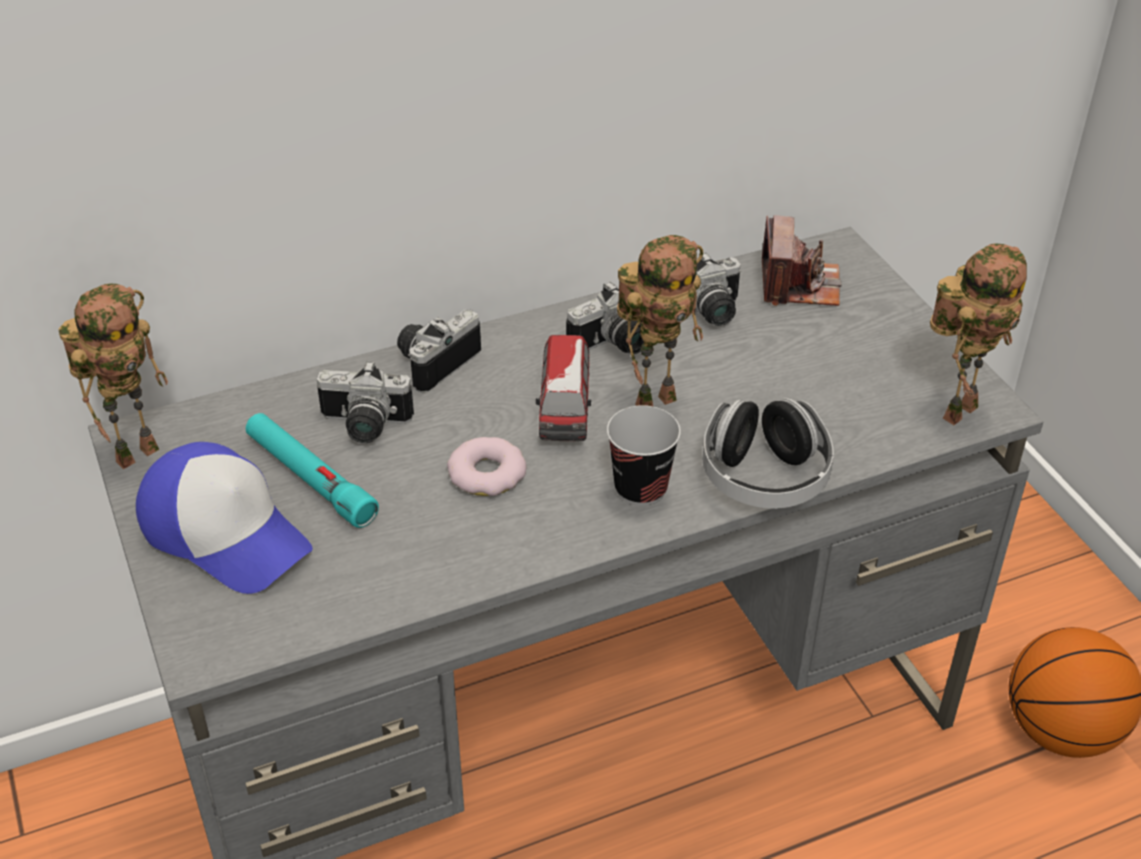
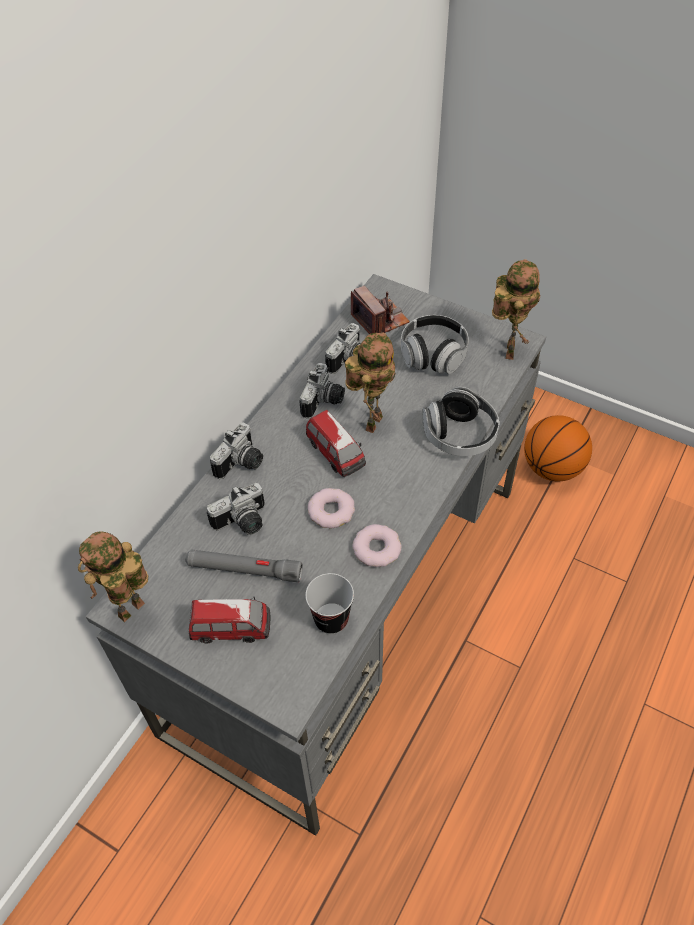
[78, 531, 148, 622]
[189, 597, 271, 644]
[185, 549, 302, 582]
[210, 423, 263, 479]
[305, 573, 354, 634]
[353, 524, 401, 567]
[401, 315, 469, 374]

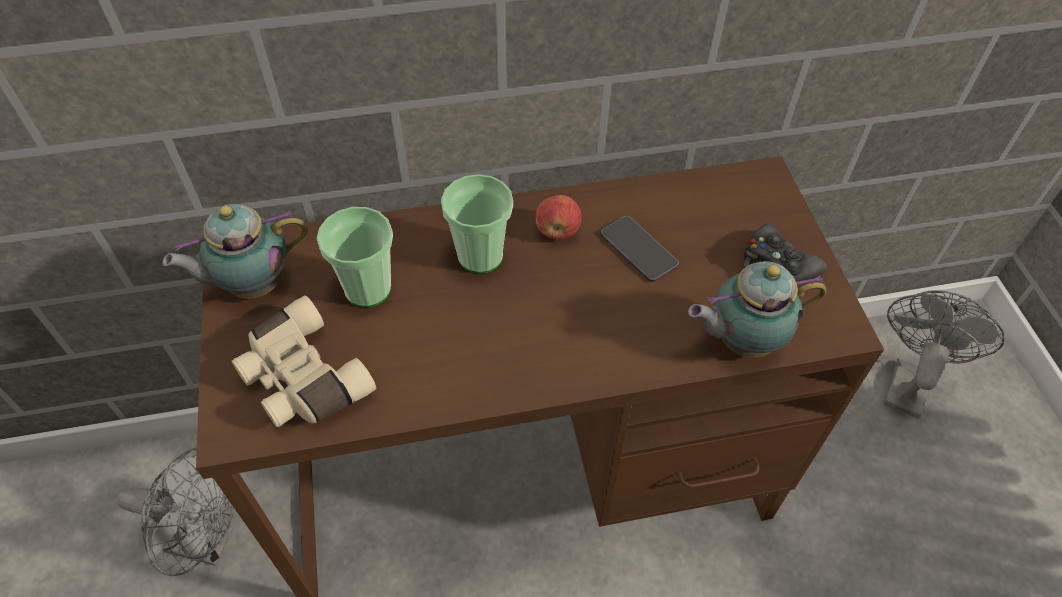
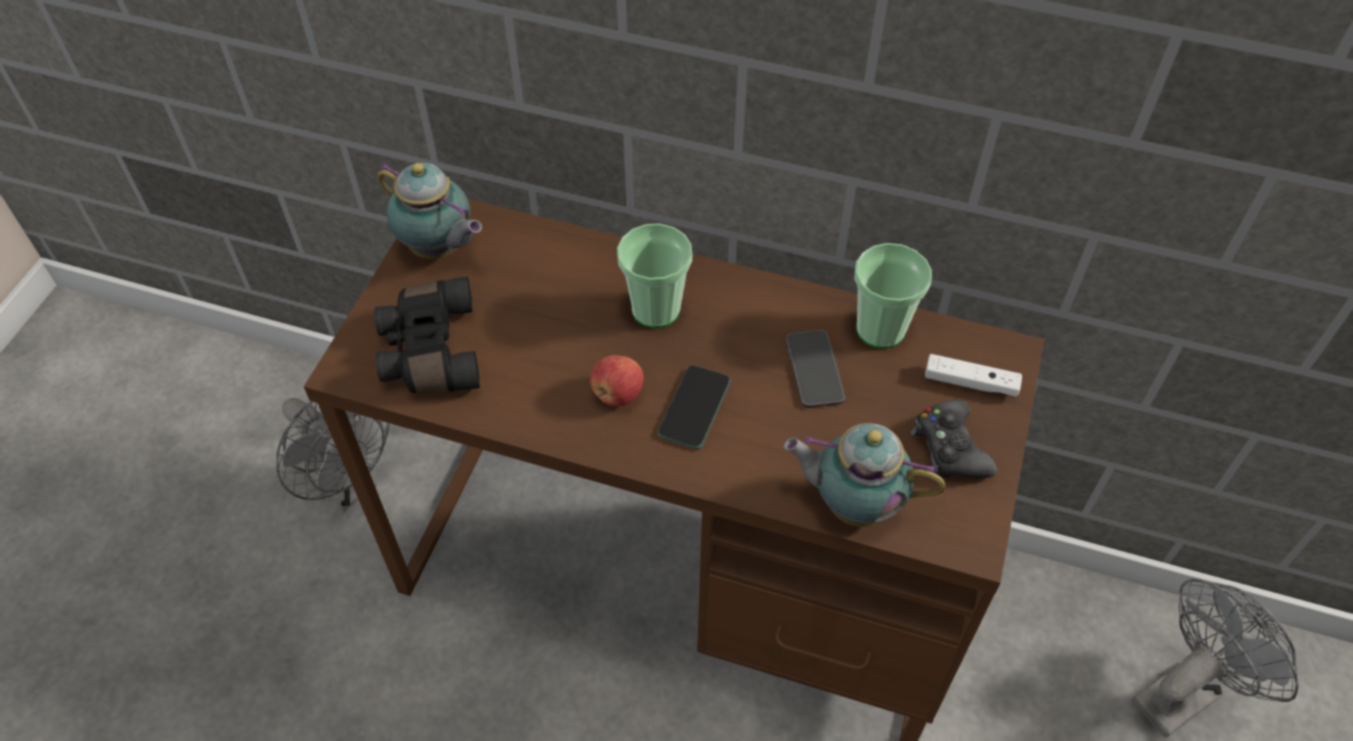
[378, 163, 482, 259]
[374, 277, 480, 393]
[854, 243, 932, 349]
[590, 355, 643, 406]
[658, 365, 731, 449]
[925, 354, 1022, 397]

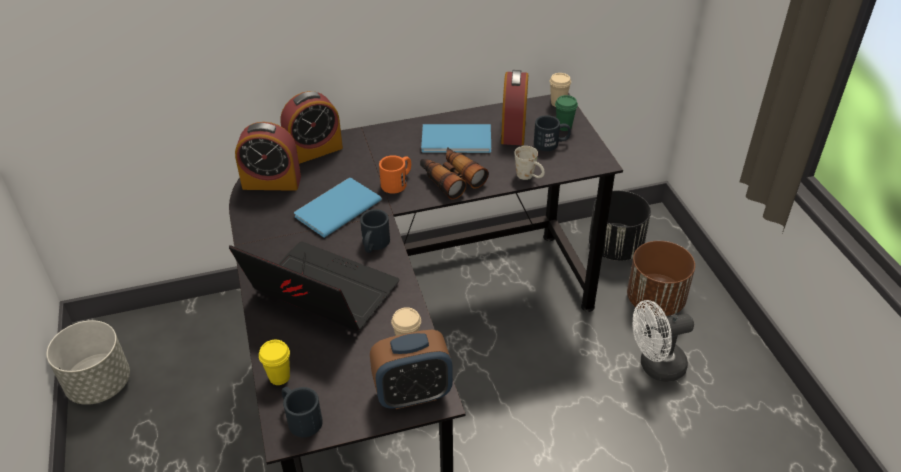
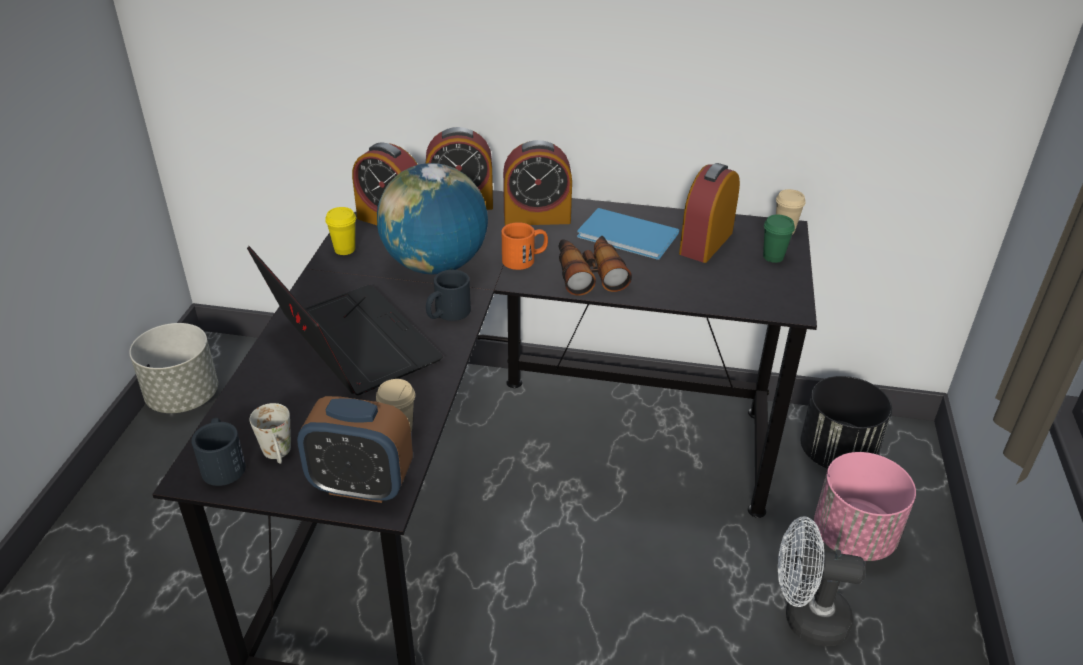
[325, 207, 356, 255]
[377, 163, 488, 274]
[250, 403, 291, 464]
[534, 115, 571, 151] (first image)
[814, 452, 916, 561]
[503, 140, 572, 225]

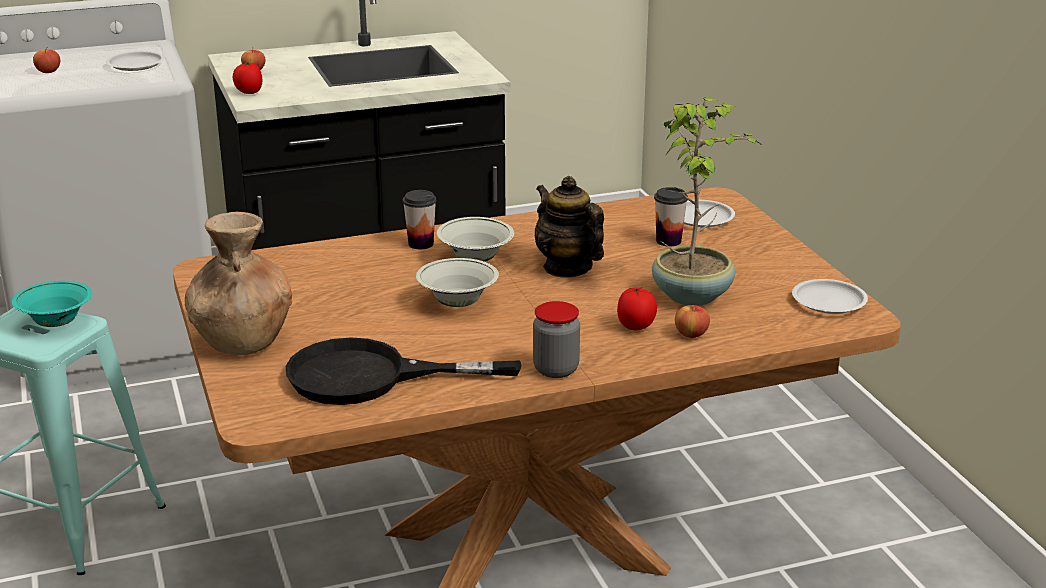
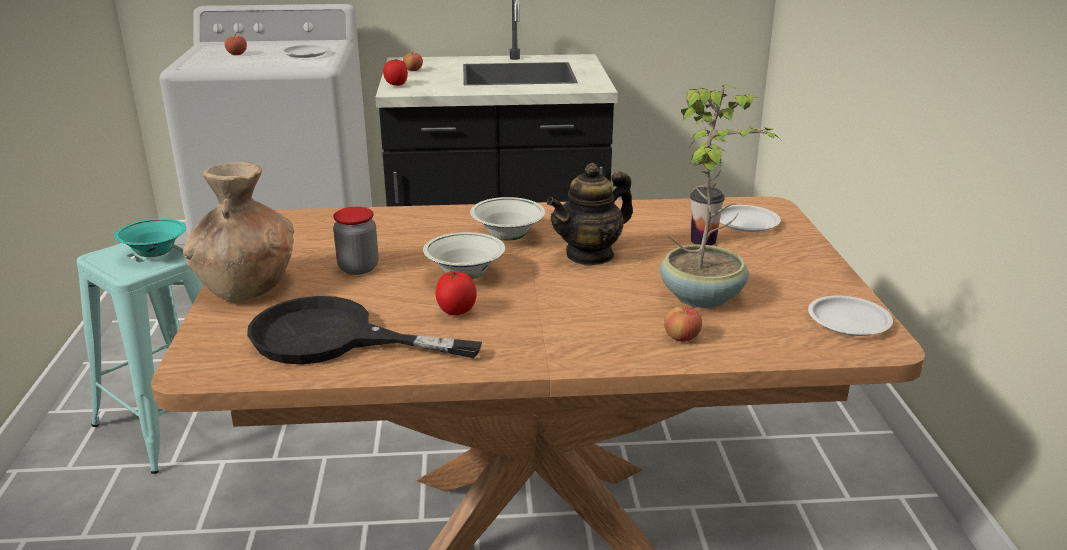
[403, 190, 436, 249] (first image)
[333, 207, 378, 275]
[547, 163, 633, 266]
[435, 271, 476, 315]

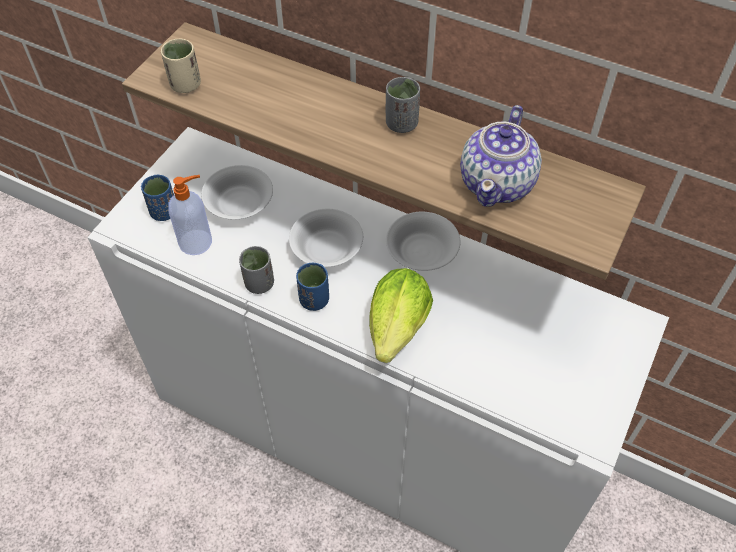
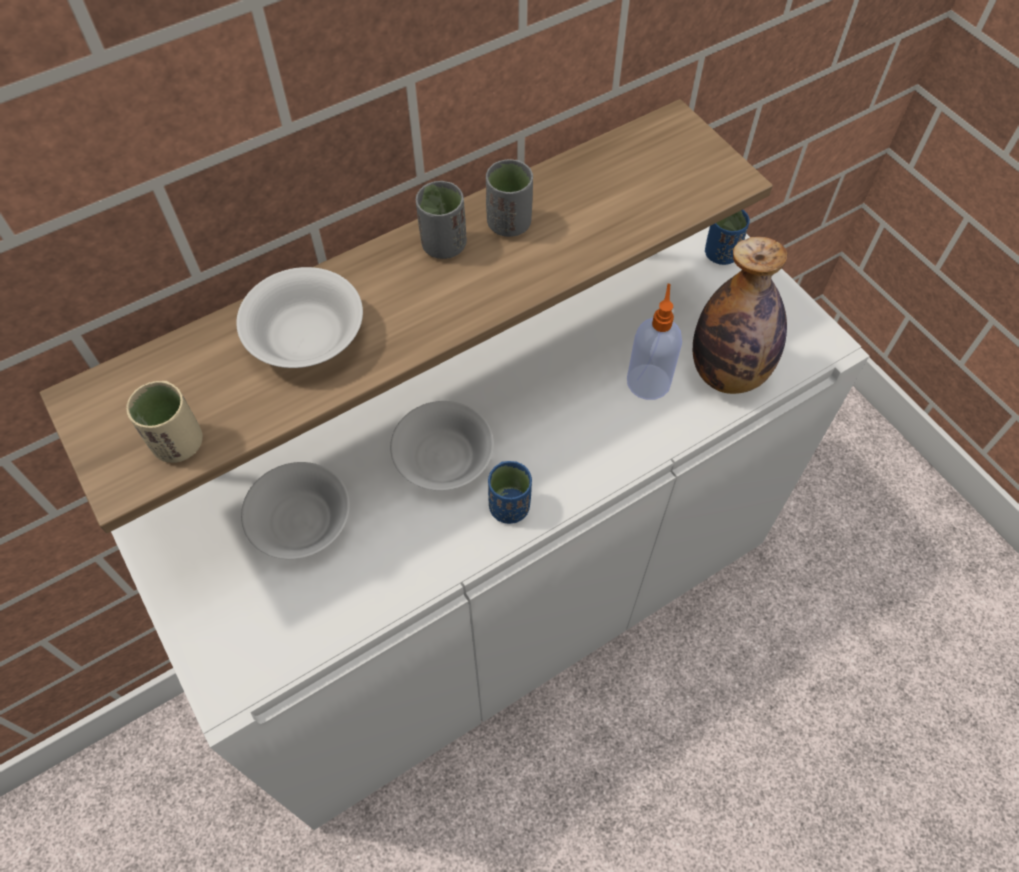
[705, 210, 750, 265]
[627, 284, 682, 400]
[486, 159, 533, 237]
[369, 268, 433, 363] (first image)
[236, 267, 363, 368]
[460, 105, 542, 207] (first image)
[693, 237, 787, 394]

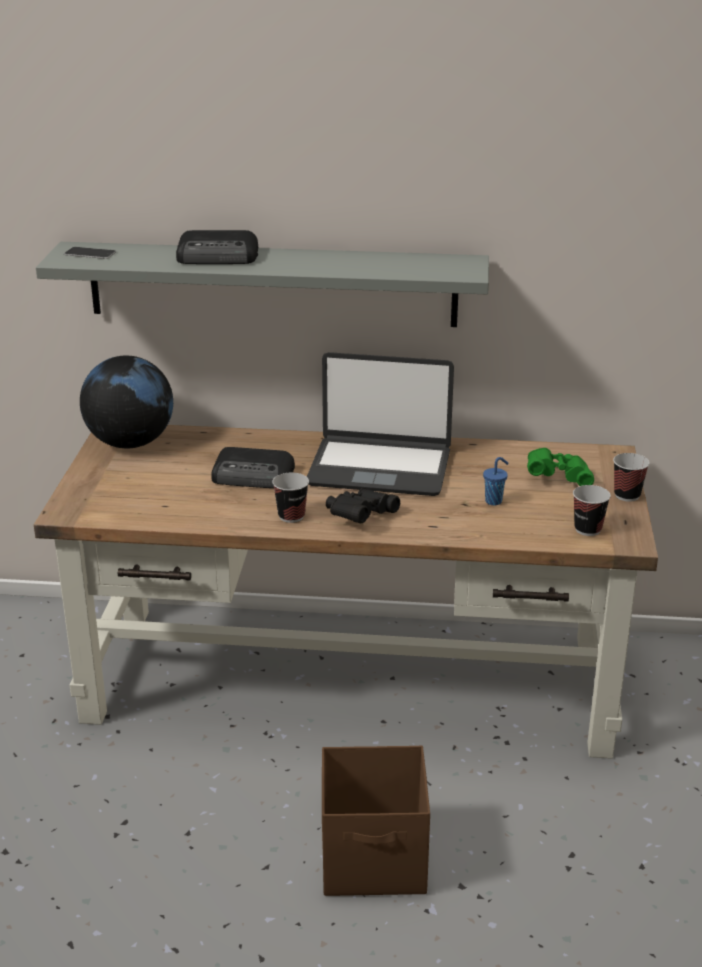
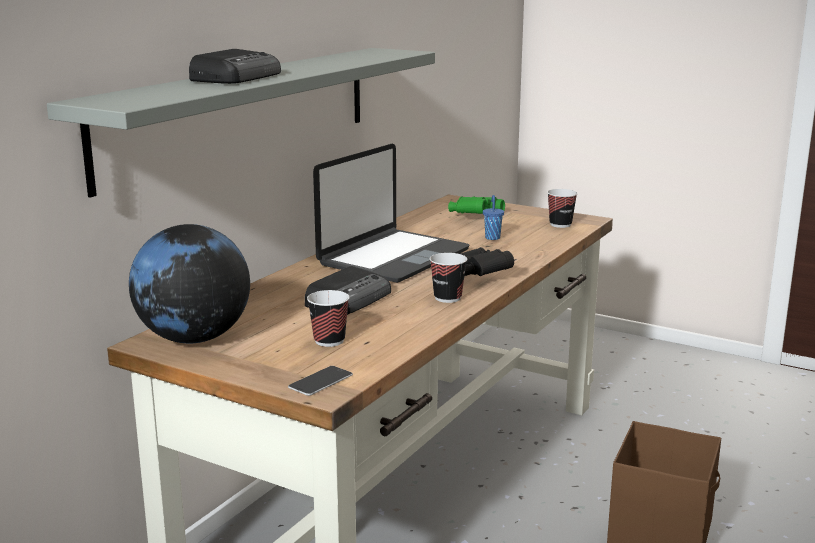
[288, 366, 353, 396]
[307, 290, 350, 347]

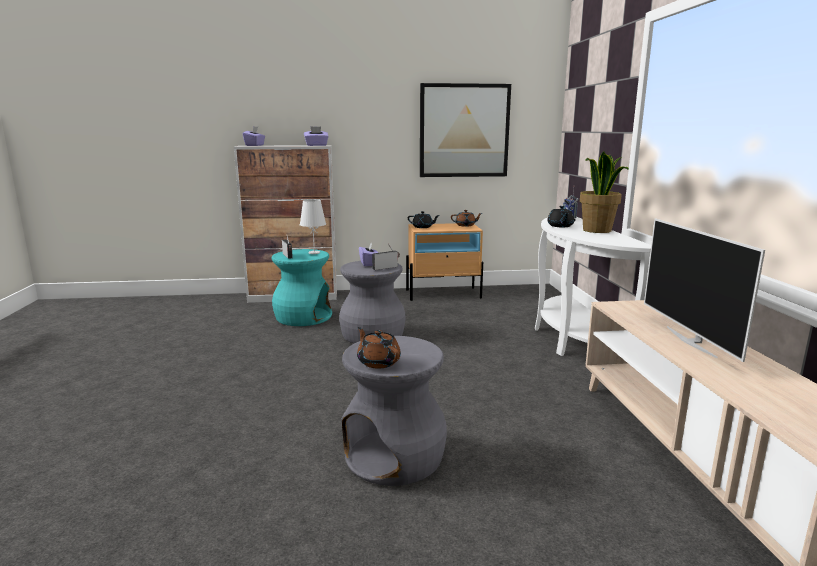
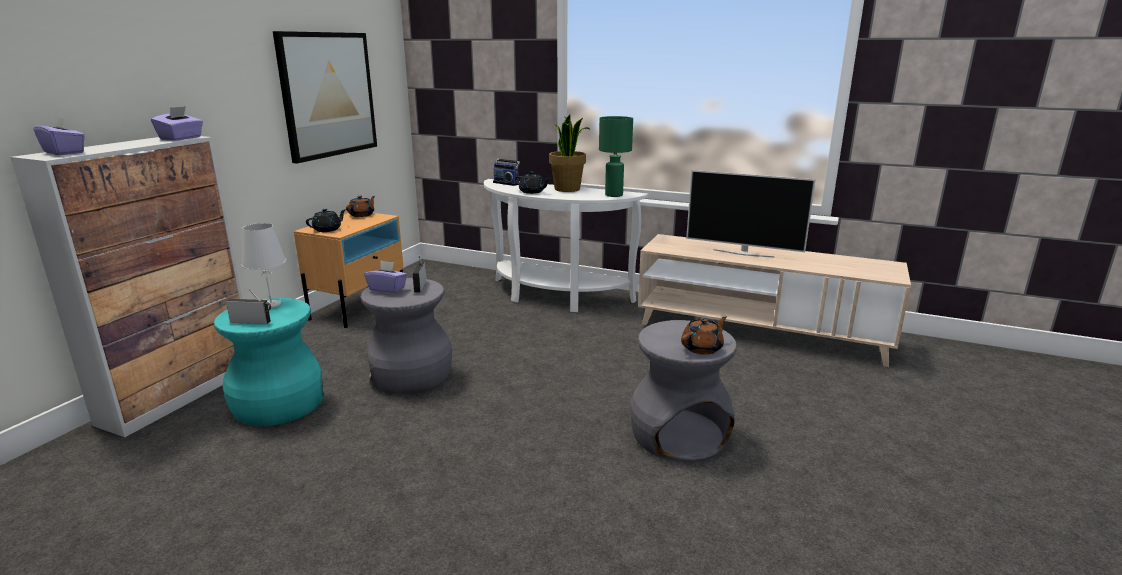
[681, 316, 727, 355]
[599, 116, 633, 197]

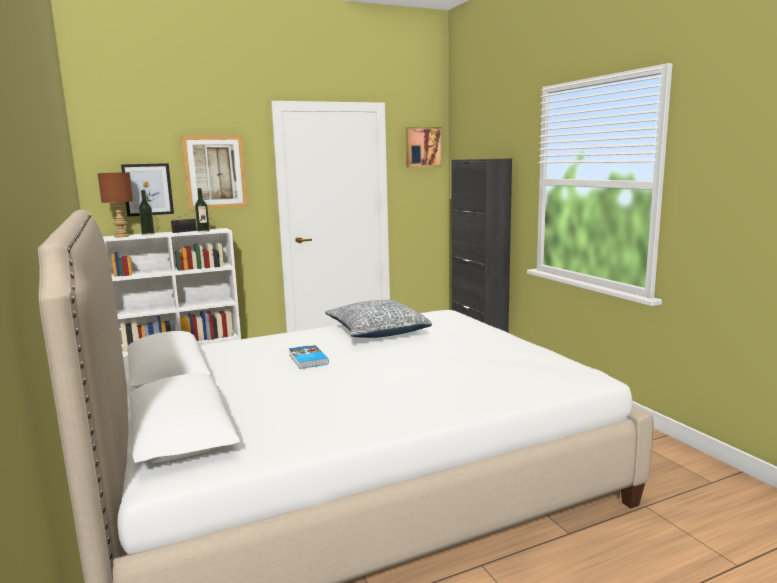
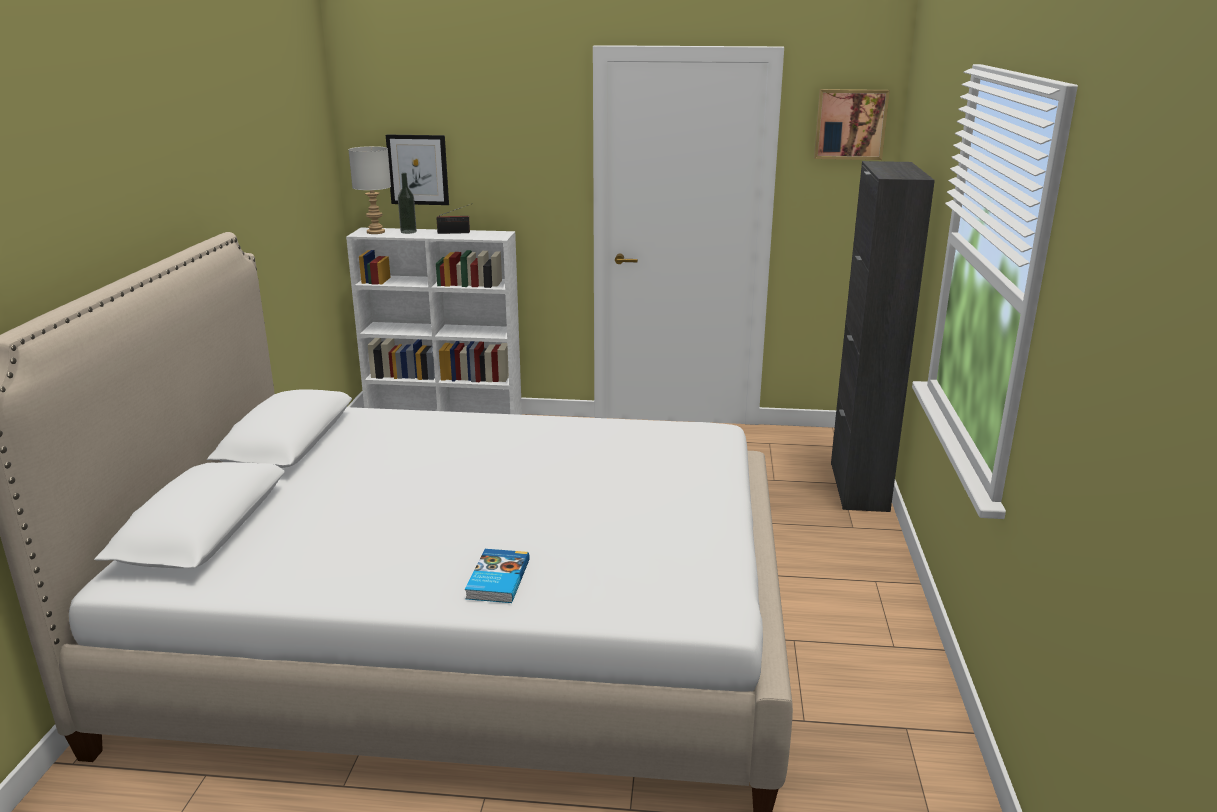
[348, 146, 391, 234]
[181, 135, 248, 210] (first image)
[195, 188, 210, 232] (first image)
[465, 549, 530, 603]
[325, 300, 432, 338] (first image)

